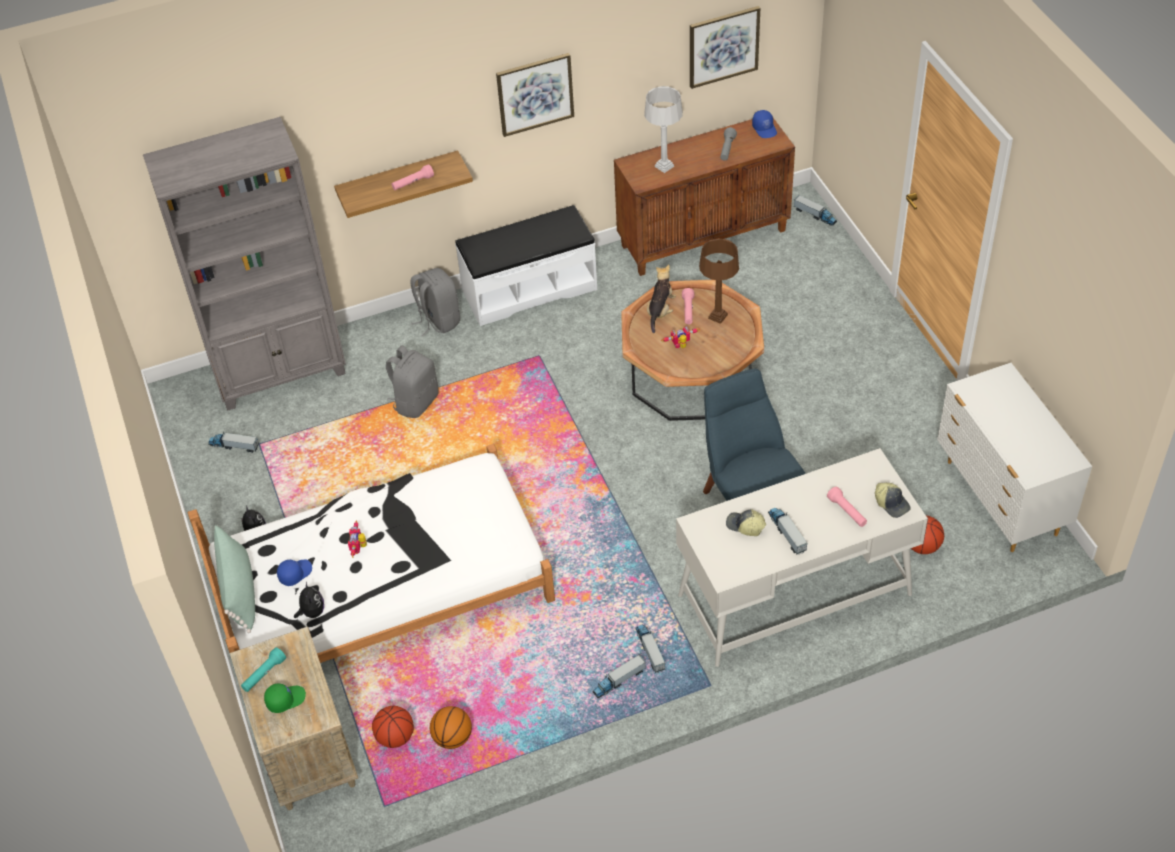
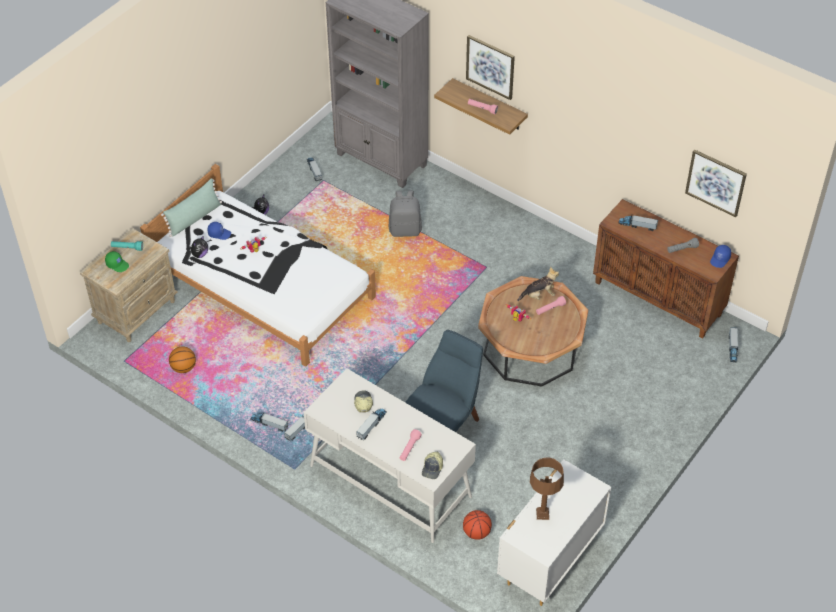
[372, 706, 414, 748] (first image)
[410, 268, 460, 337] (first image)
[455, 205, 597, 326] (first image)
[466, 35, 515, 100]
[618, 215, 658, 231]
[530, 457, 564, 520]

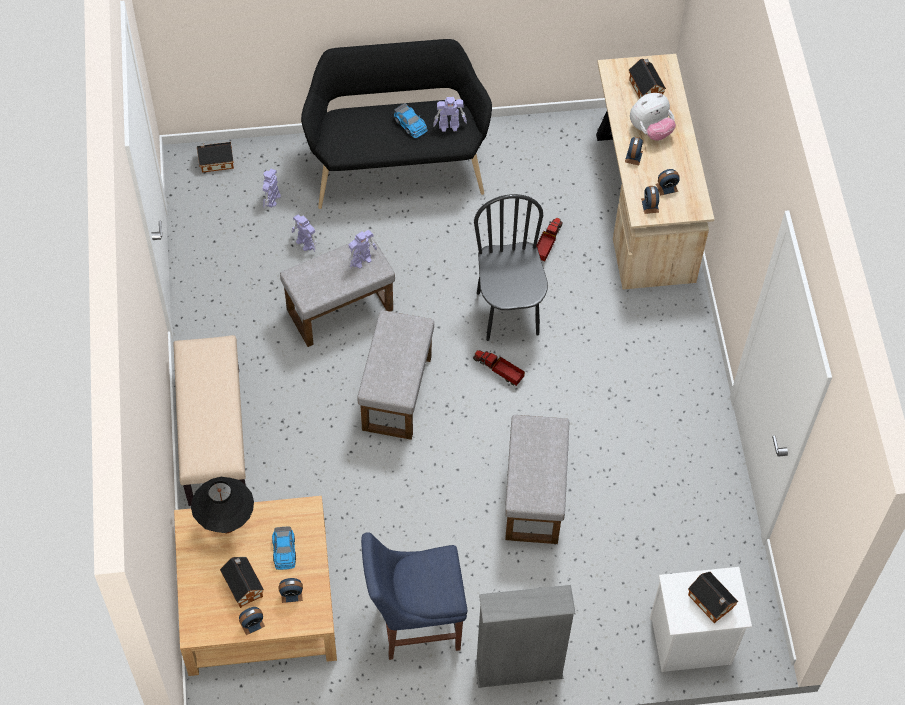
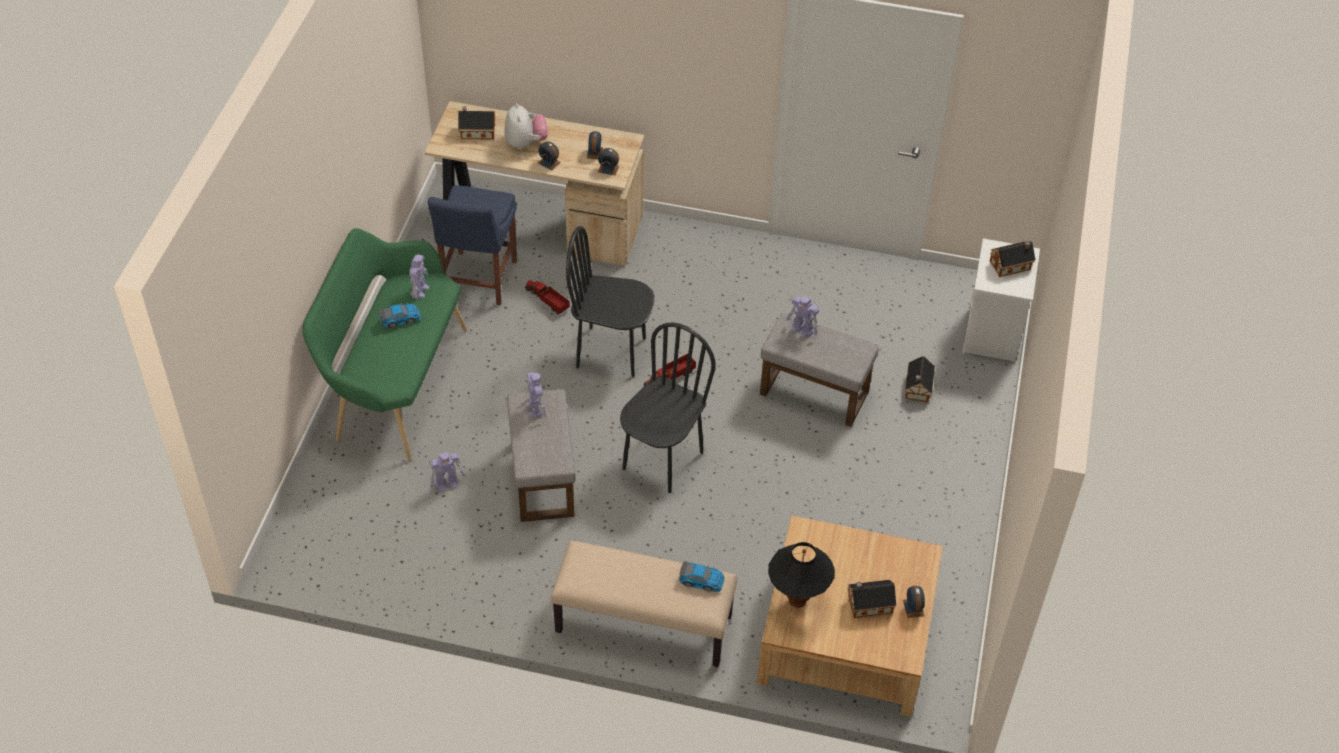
[905, 356, 935, 402]
[786, 296, 819, 338]
[679, 561, 725, 592]
[278, 578, 303, 603] (first image)
[302, 228, 467, 461]
[620, 322, 716, 493]
[428, 185, 517, 305]
[475, 585, 576, 688] (first image)

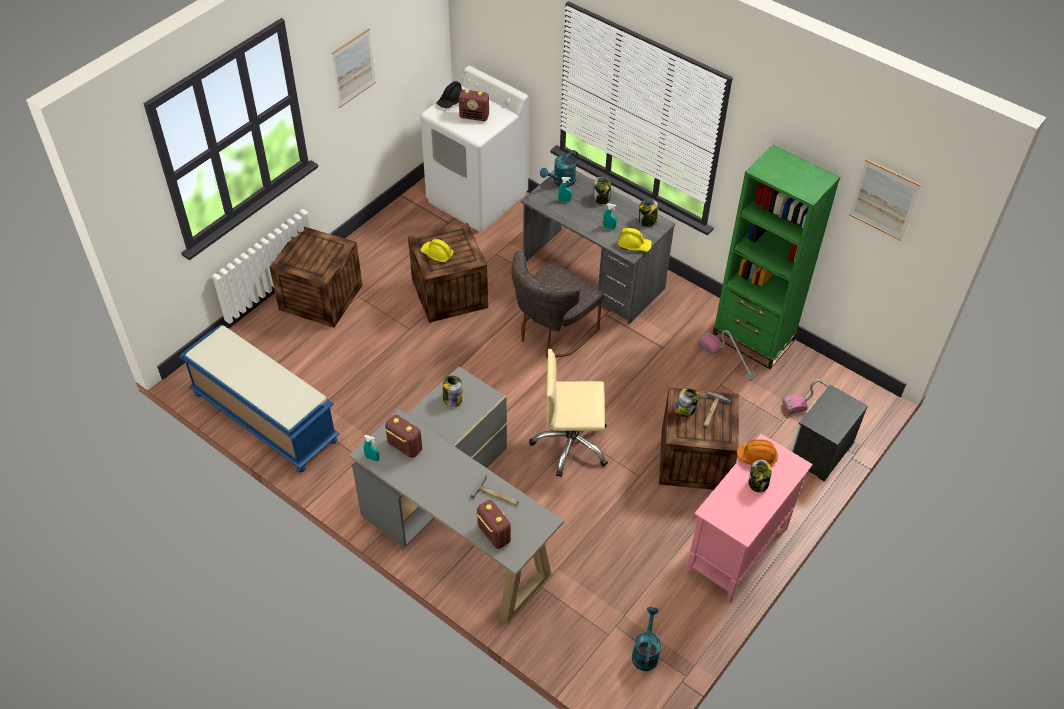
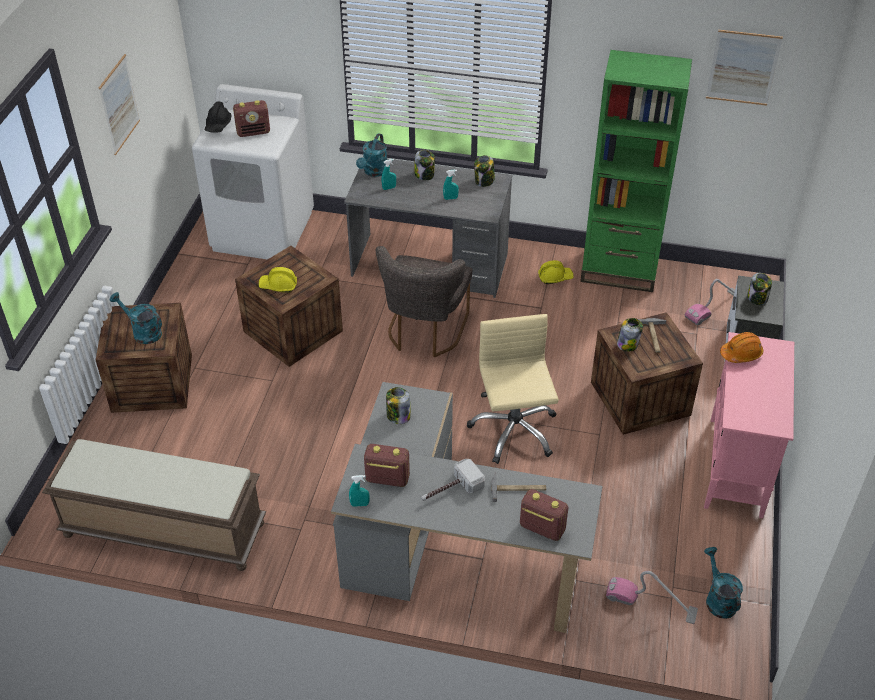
[42, 439, 266, 571]
[467, 314, 559, 464]
[538, 260, 573, 284]
[606, 571, 698, 624]
[748, 273, 772, 305]
[109, 292, 162, 344]
[421, 459, 485, 501]

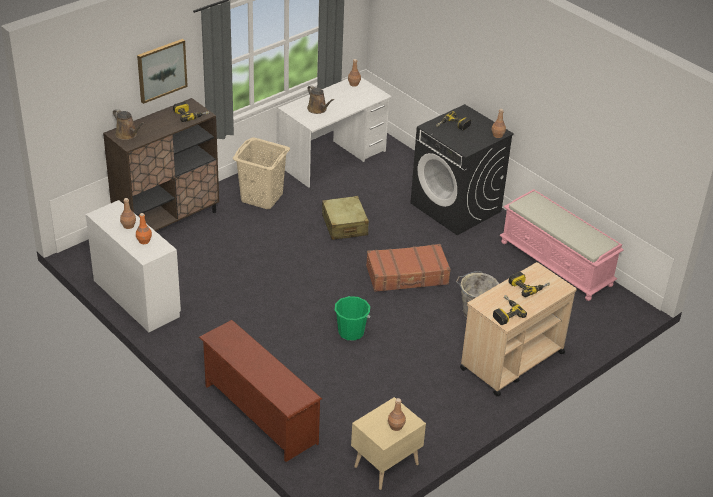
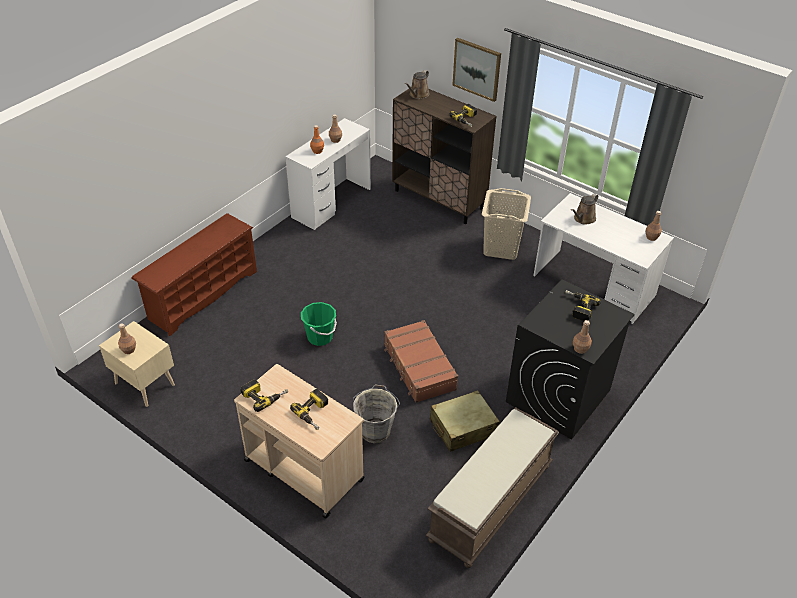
[430, 390, 500, 452]
[426, 407, 559, 568]

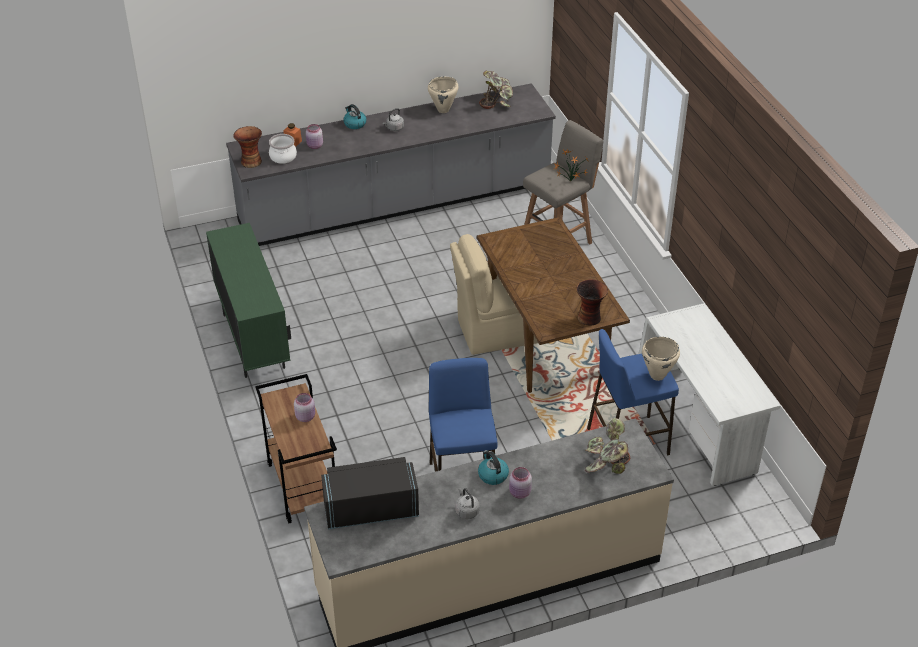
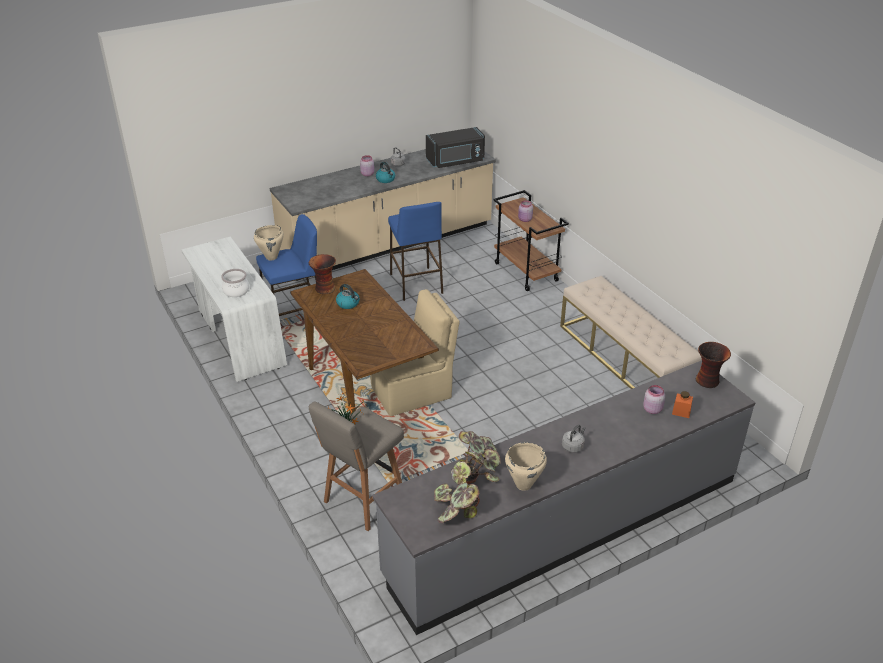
[560, 276, 702, 389]
[221, 269, 249, 297]
[336, 284, 360, 309]
[459, 431, 500, 484]

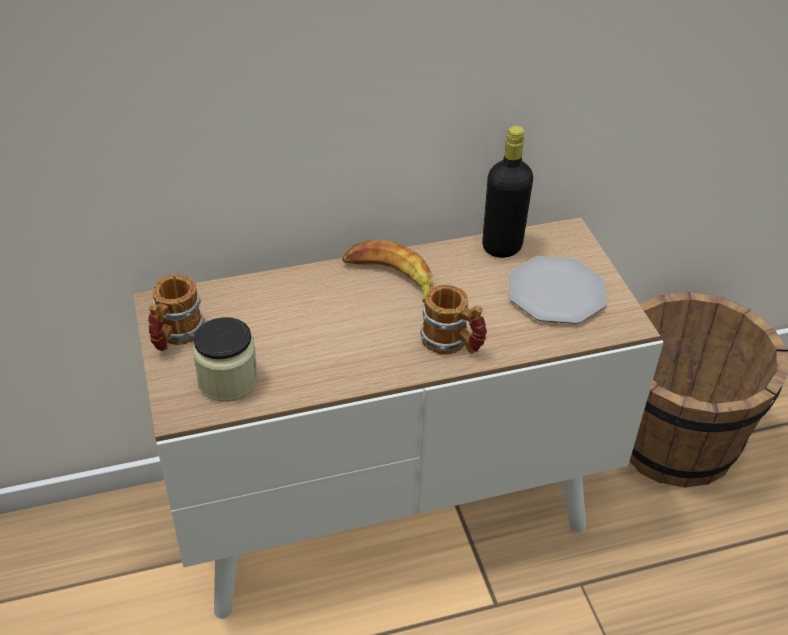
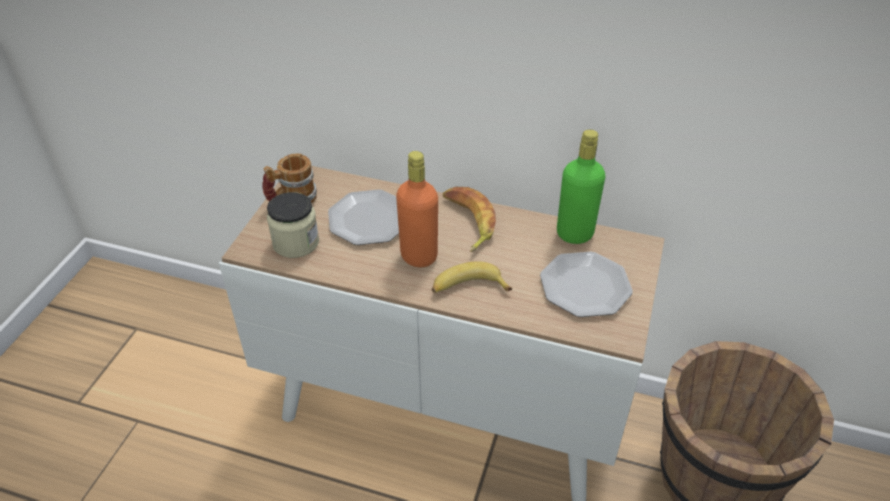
[432, 261, 512, 293]
[557, 130, 606, 244]
[328, 189, 399, 245]
[396, 151, 438, 267]

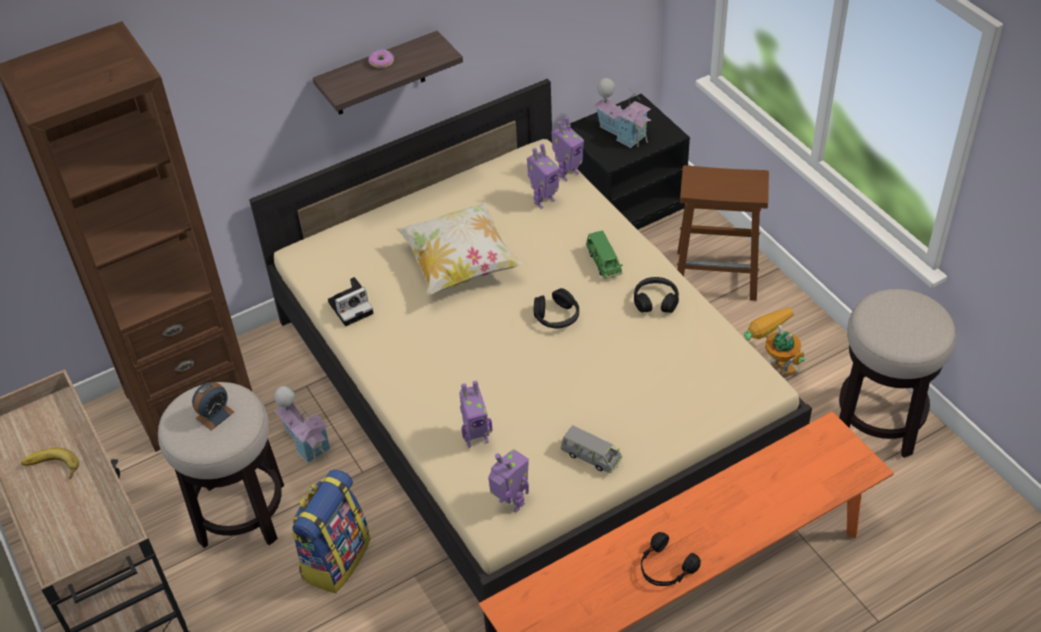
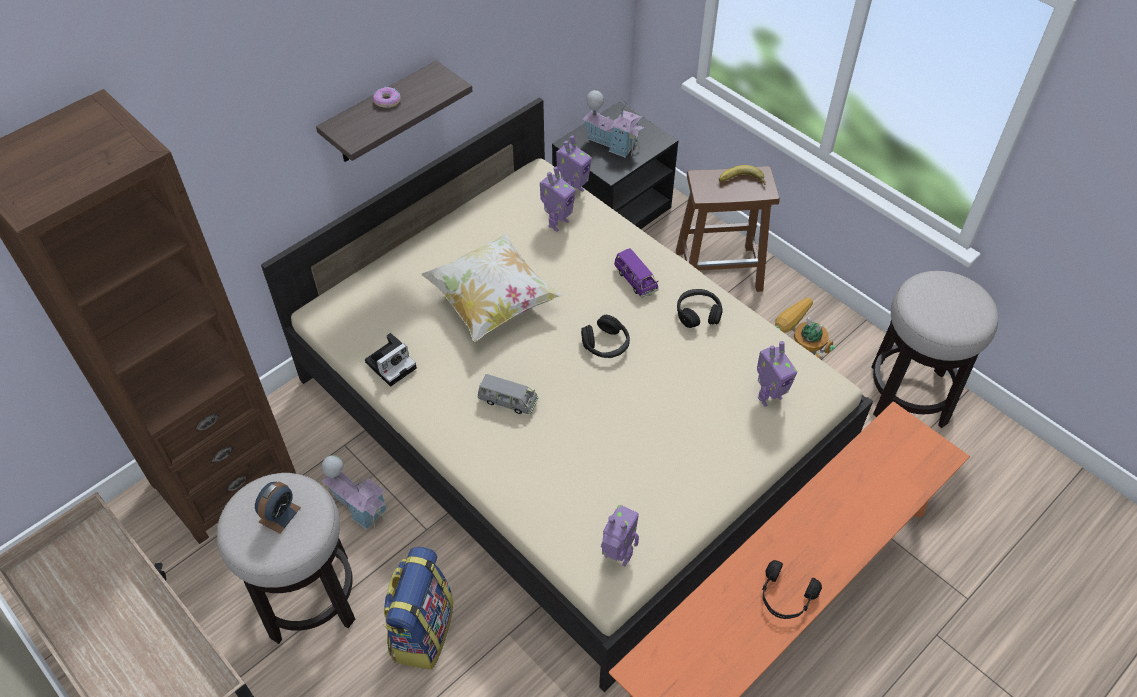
[719, 165, 766, 185]
[757, 341, 797, 407]
[477, 374, 539, 414]
[614, 248, 659, 297]

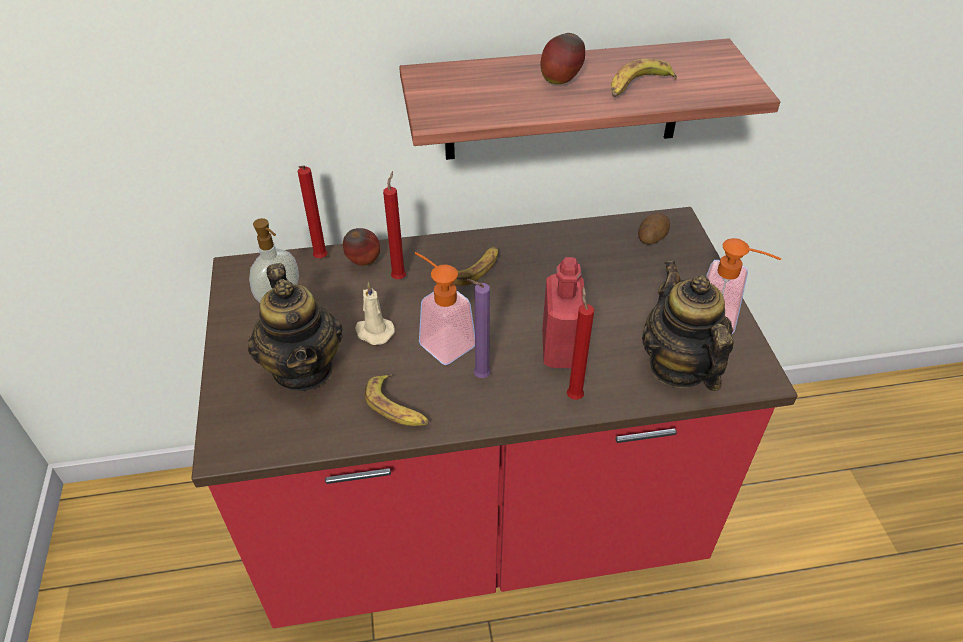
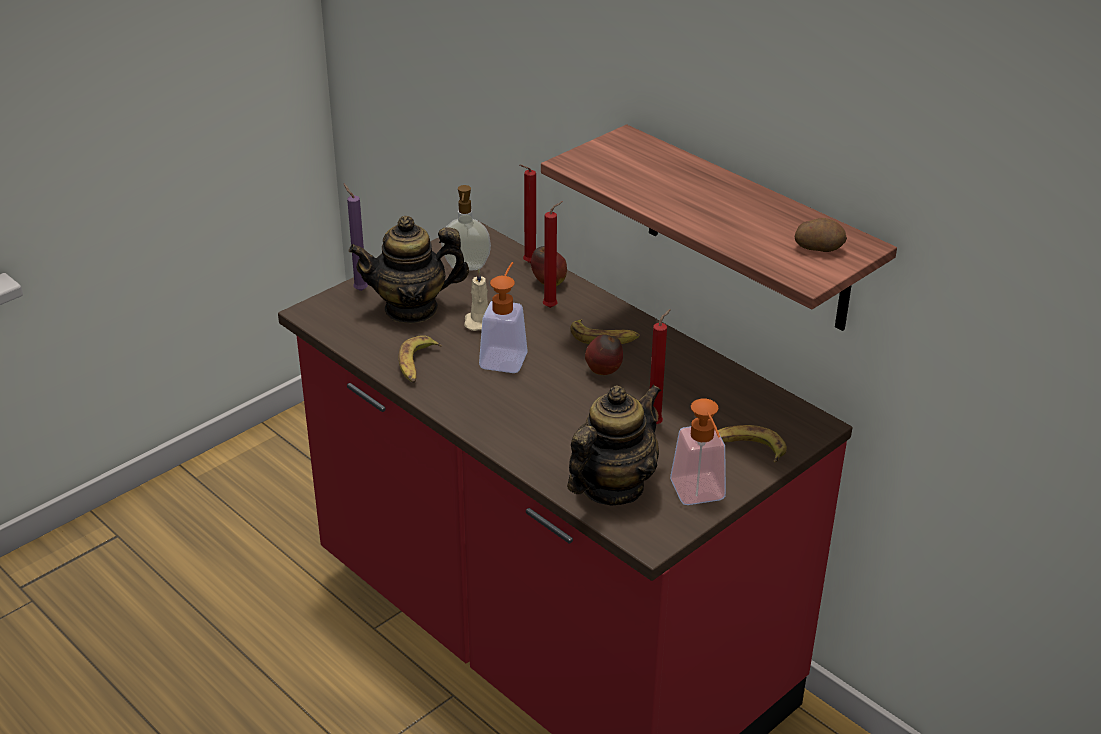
[349, 216, 469, 324]
[344, 184, 368, 291]
[585, 334, 623, 375]
[542, 257, 584, 368] (first image)
[650, 309, 671, 424]
[718, 425, 787, 462]
[795, 218, 847, 252]

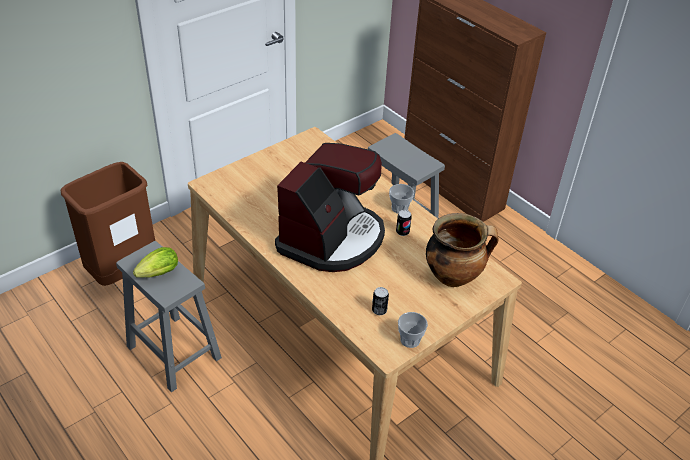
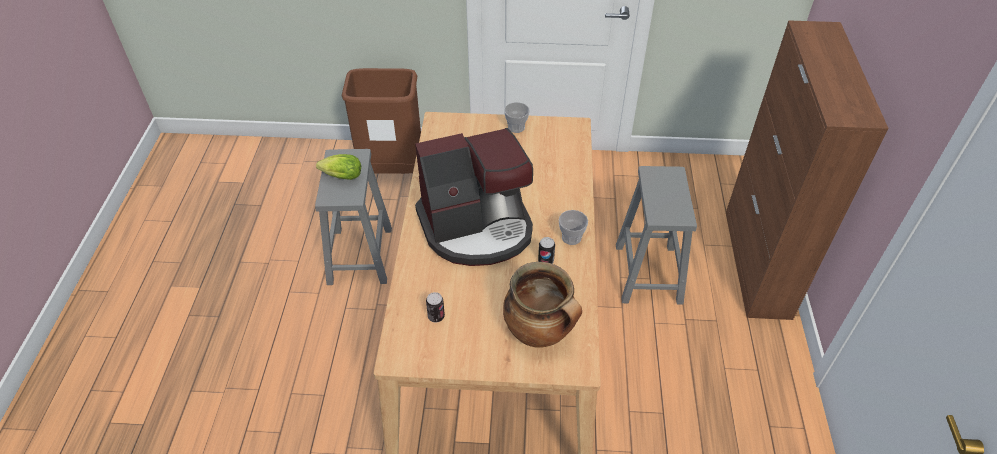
[504, 102, 530, 133]

